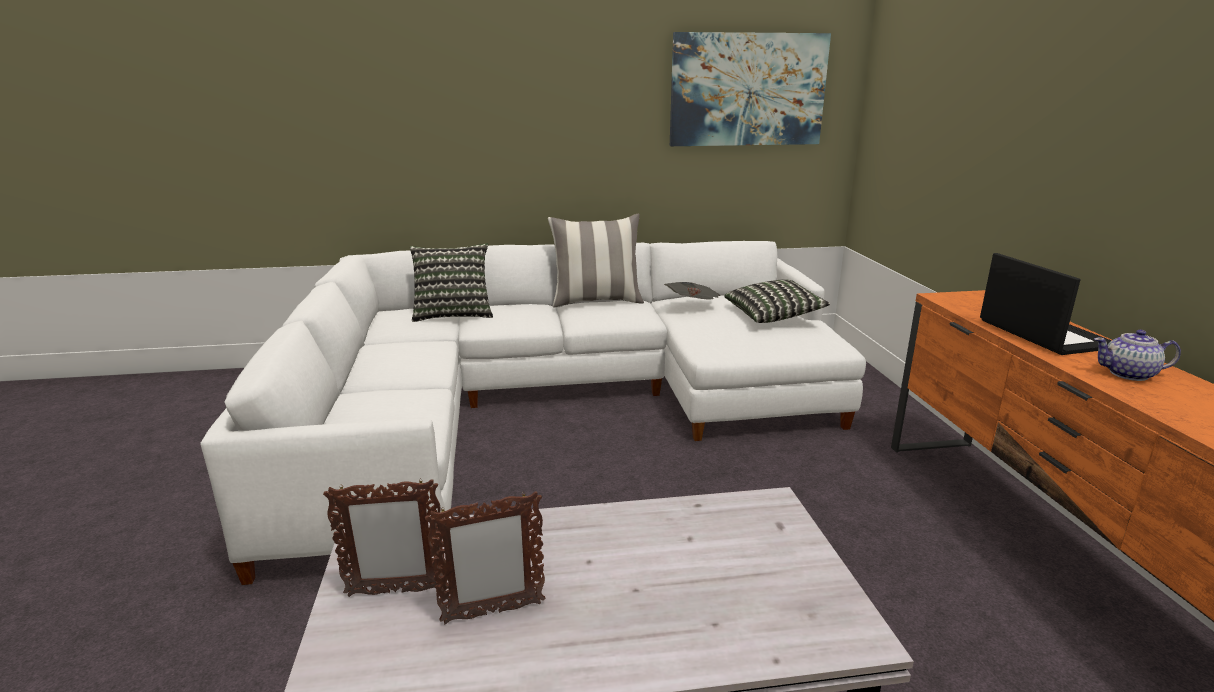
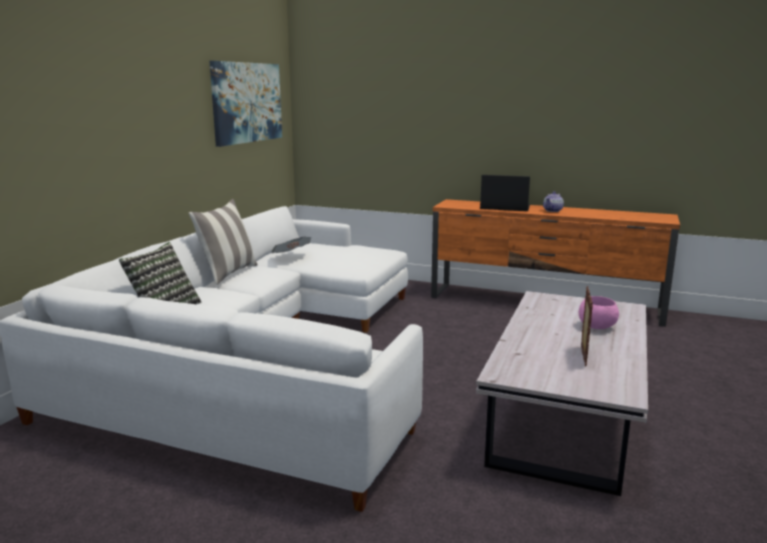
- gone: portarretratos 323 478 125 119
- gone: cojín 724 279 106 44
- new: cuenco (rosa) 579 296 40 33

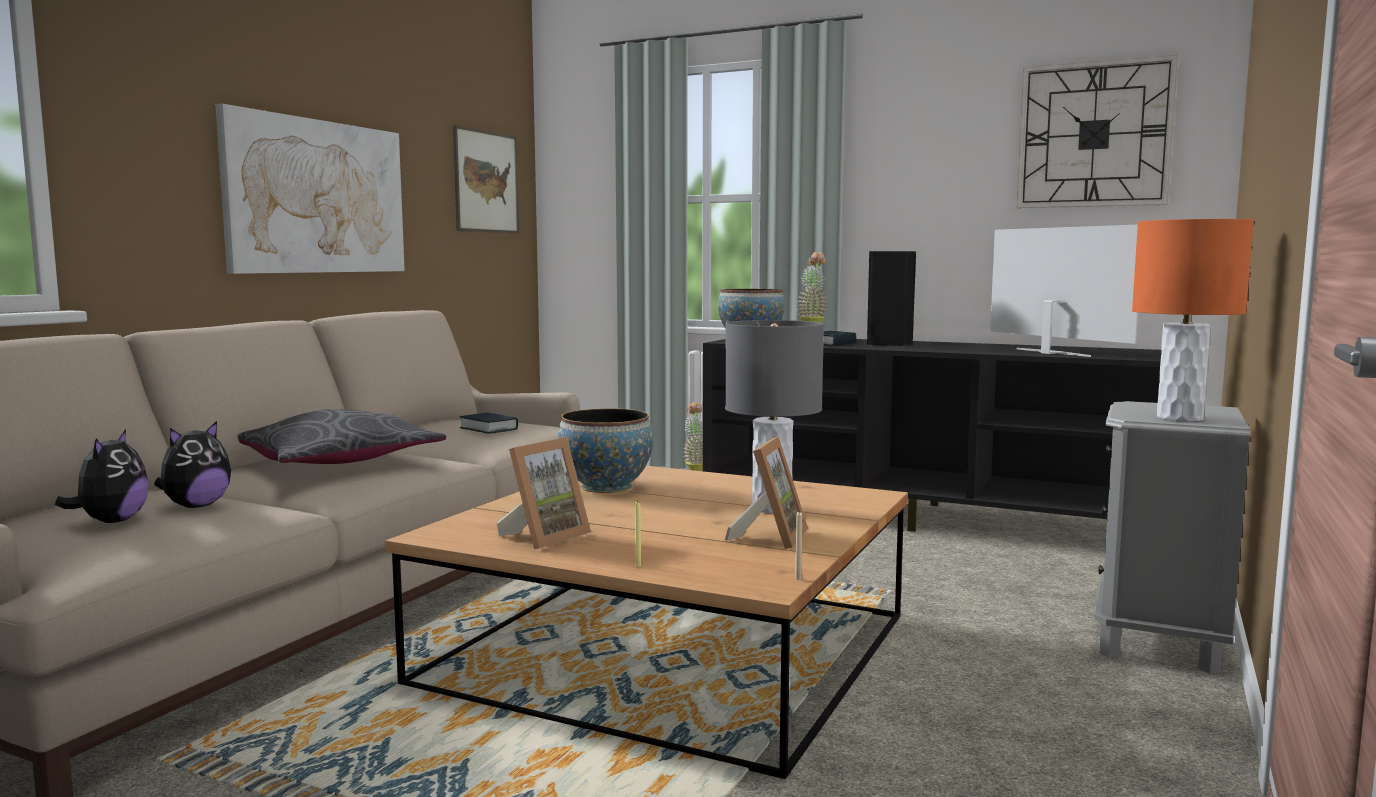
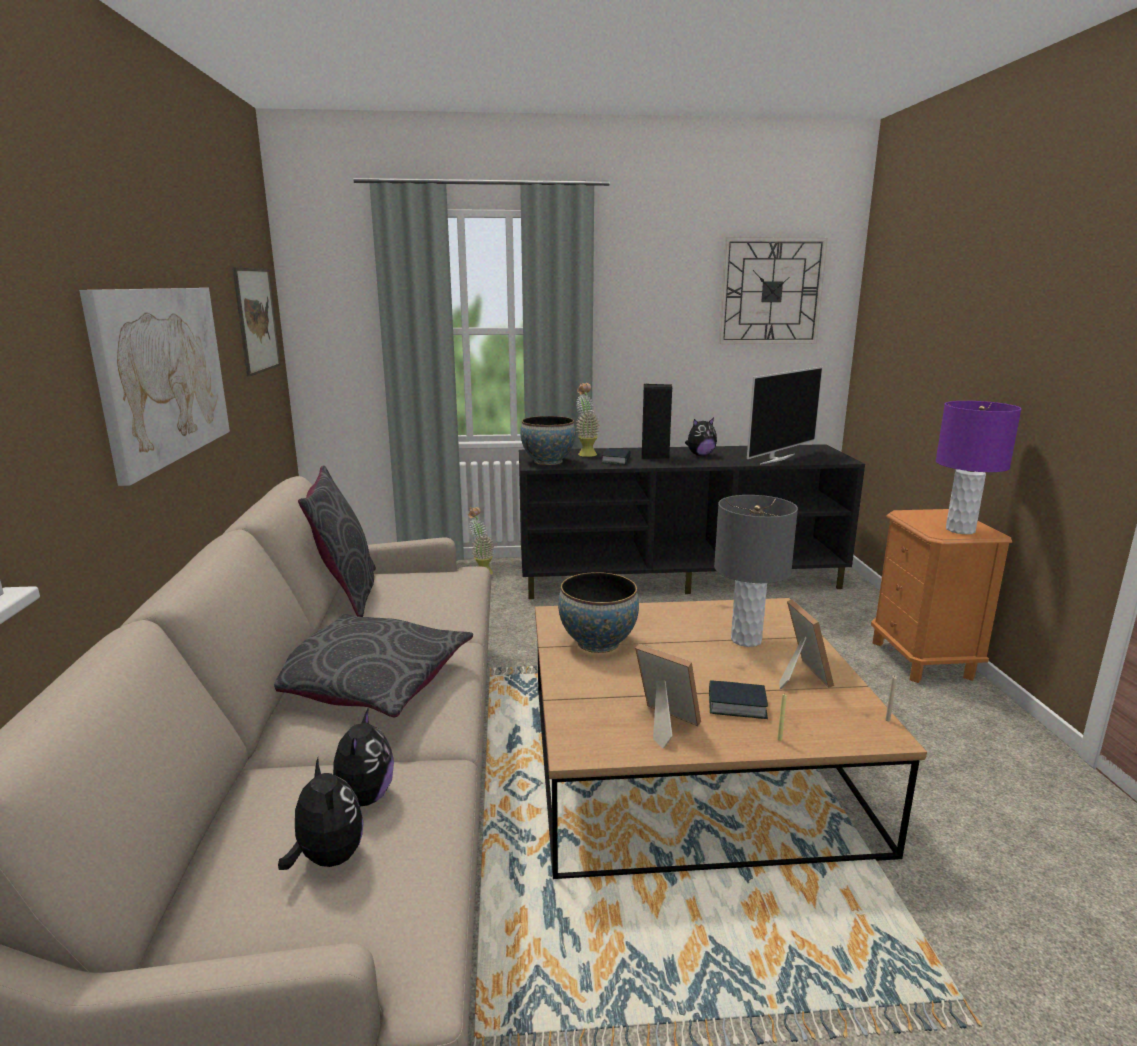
- shifted: libro 460 413 58 21 to 709 680 59 39
- rotated: portarretratos 496 437 95 112 = 635 644 66 105 60 degrees counterclockwise
- rotated: televisor 990 225 148 132 = 747 367 76 98 105 degrees clockwise
- repainted: mesita de noche (gris) 1094 401 156 273 to mesita de noche (naranja) 871 509 141 174
- repainted: lámpara de mesa (naranja) 1132 219 122 203 to lámpara de mesa (morado) 936 401 86 133
- new: cojín (gris) 298 466 78 151
- new: peluche 685 418 32 38

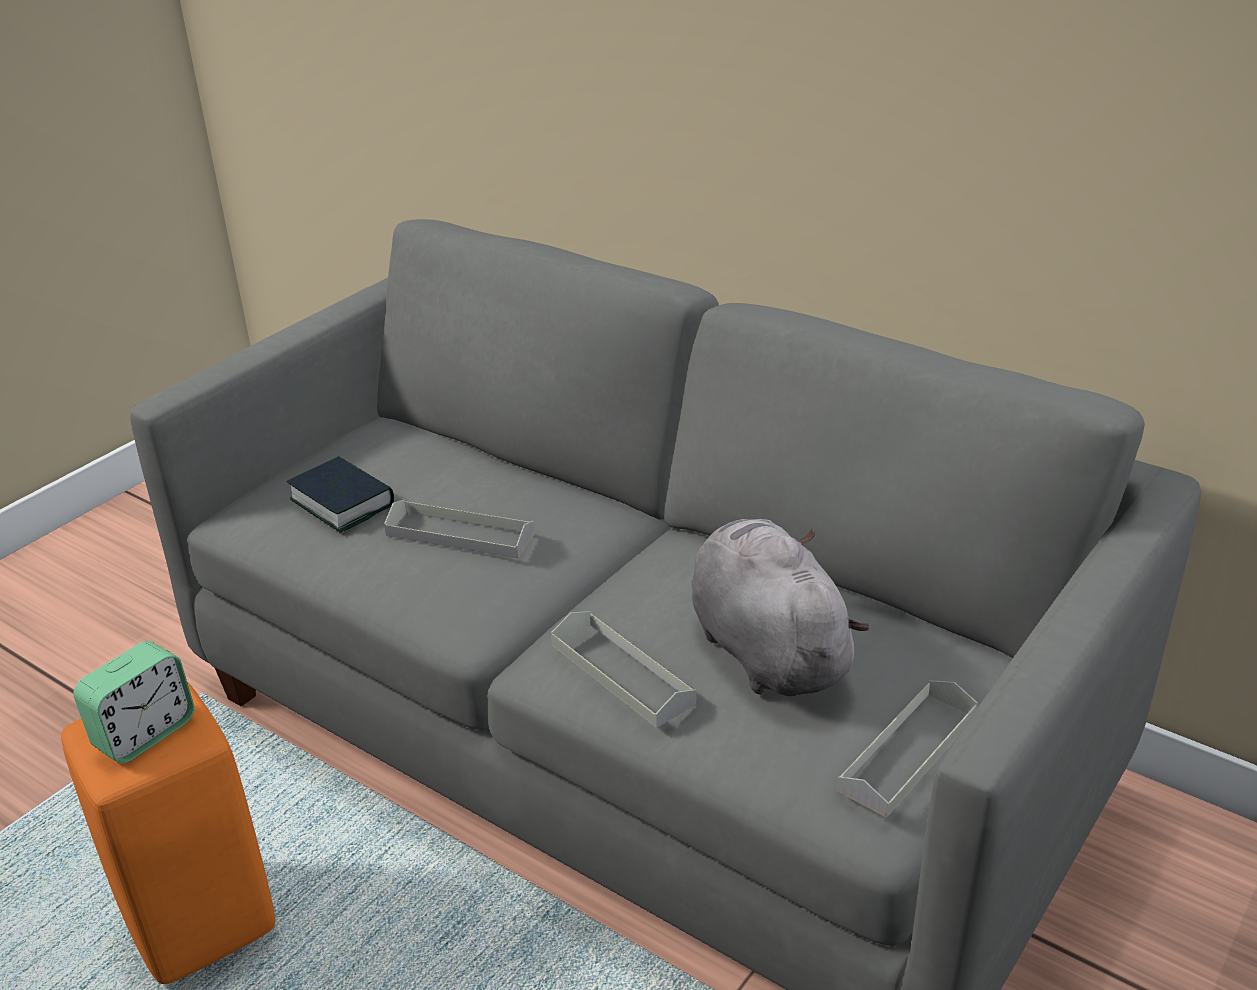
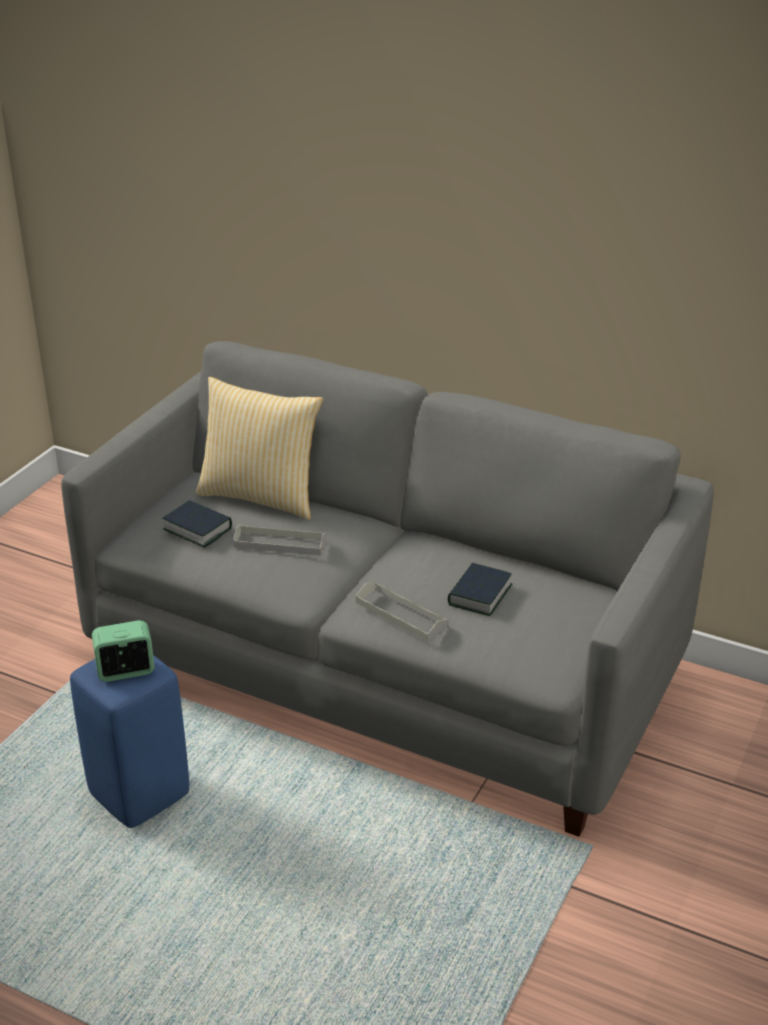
- repainted: taburete (naranja) 61 682 214 302 to taburete (azul) 70 655 119 173
- rotated: despertador 73 641 121 122 = 92 620 62 62 135 degrees counterclockwise
- swapped: peluche (gris) 691 519 178 177 to libro 448 563 64 53
- gone: bandeja (gris) 837 680 141 138
- new: cojín 196 377 127 143

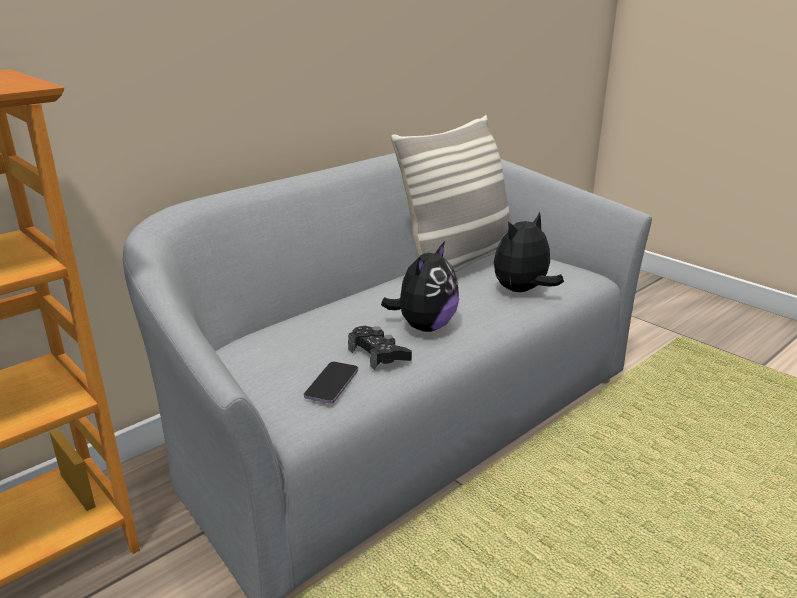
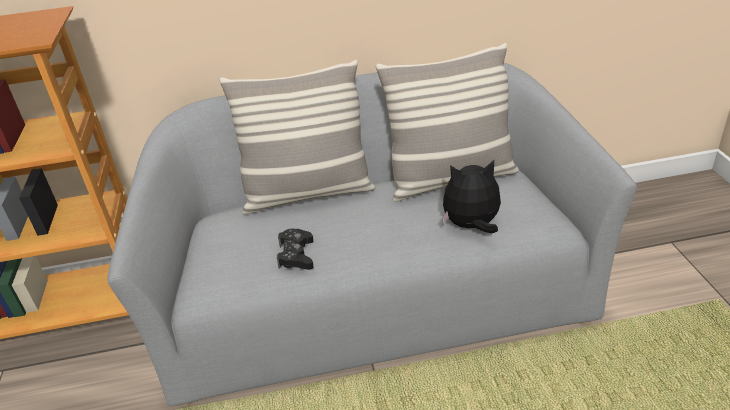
- gone: móvil 304 362 54 41
- gone: peluche 381 241 78 91
- new: cojín 219 60 156 155

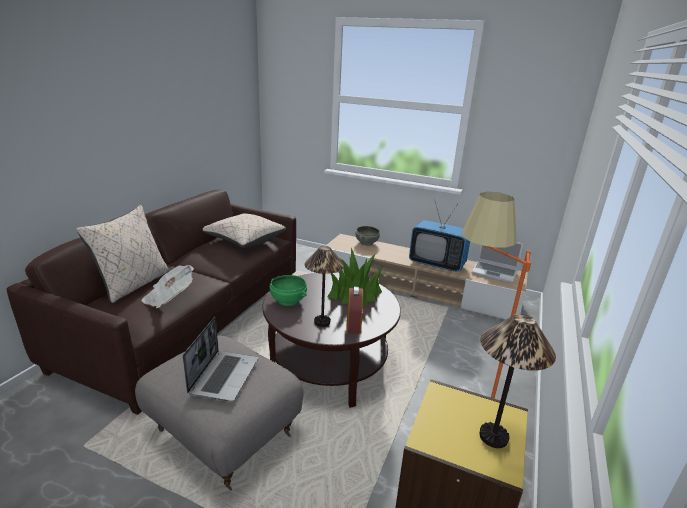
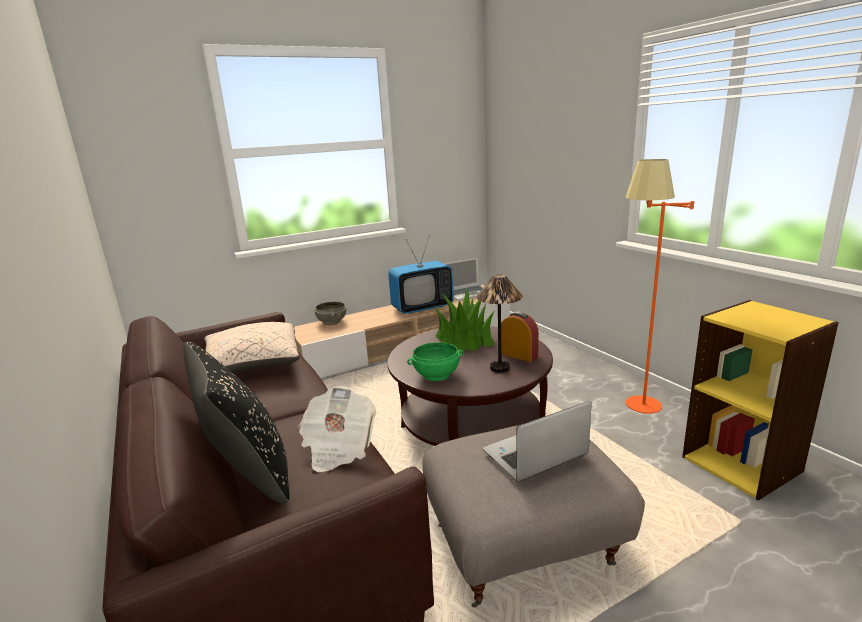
- repainted: cojín (beis) 76 205 93 98 to cojín (negro) 183 341 107 162
- rotated: portátil 183 317 75 85 = 483 401 109 81 75 degrees counterclockwise
- gone: lámpara de mesa 480 314 76 134

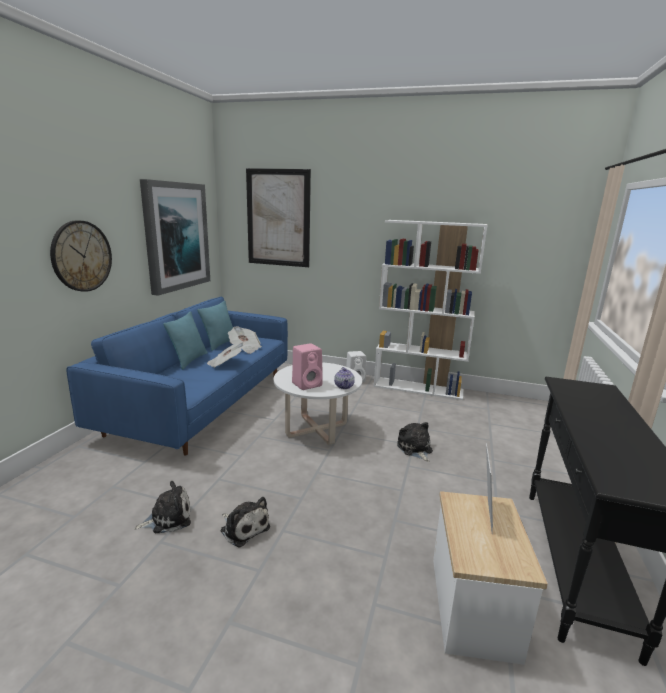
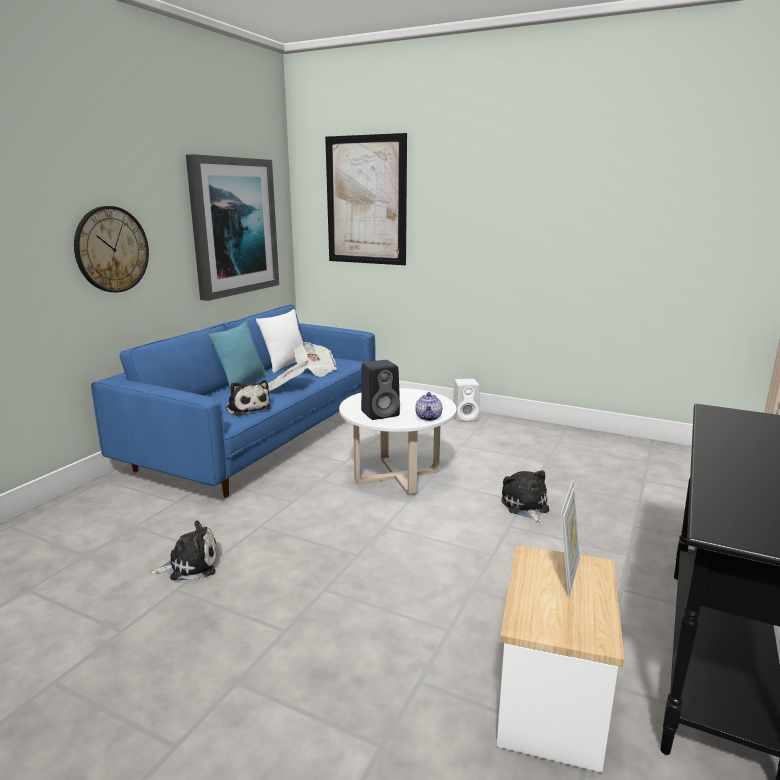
- repainted: cojín (turquesa) 197 301 36 50 to cojín (blanco) 256 309 48 64
- shifted: peluche 221 497 49 51 to 226 380 45 36
- repainted: altavoz (rosa) 292 343 31 47 to altavoz (negro) 361 360 39 60
- gone: estantería (blanco) 374 220 114 180

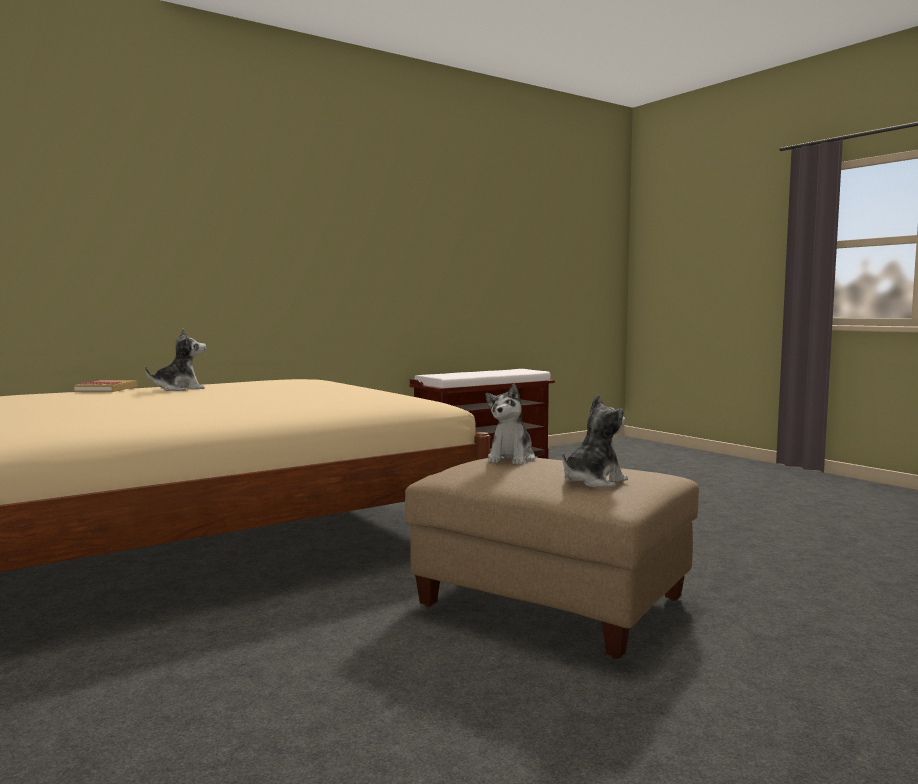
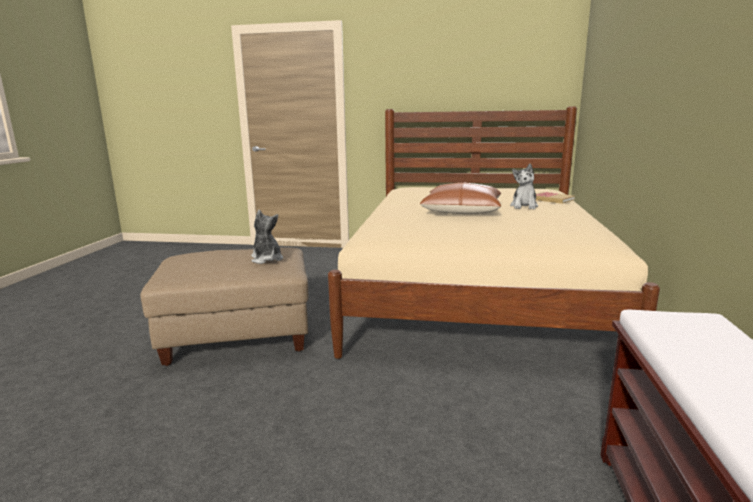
- gone: peluche 562 394 66 94
- new: cojín (marrón) 420 182 81 32

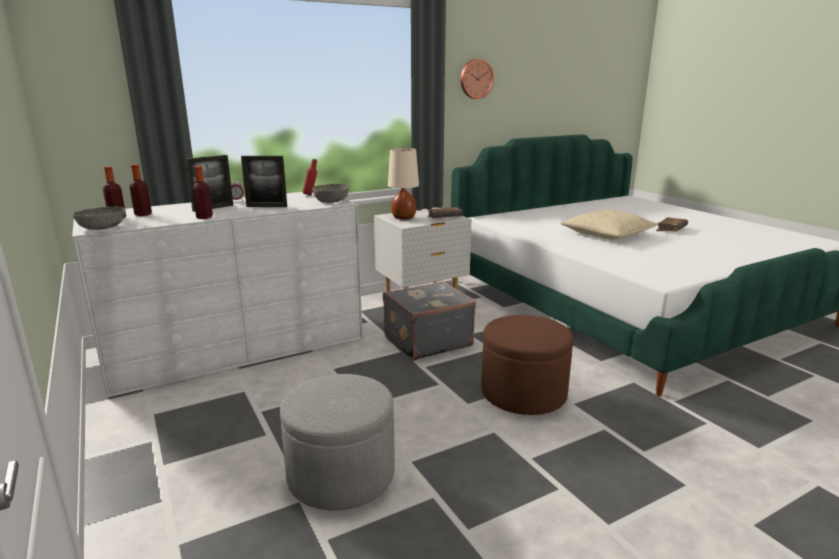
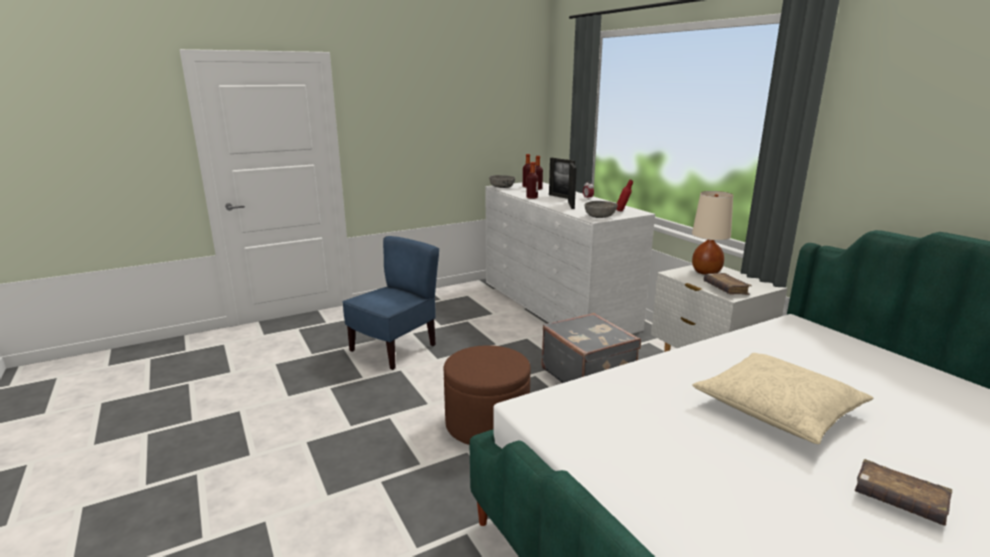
- swapped: puf (gris) 280 374 115 136 to silla (azul) 343 236 96 134
- gone: reloj de pared 460 59 34 40

